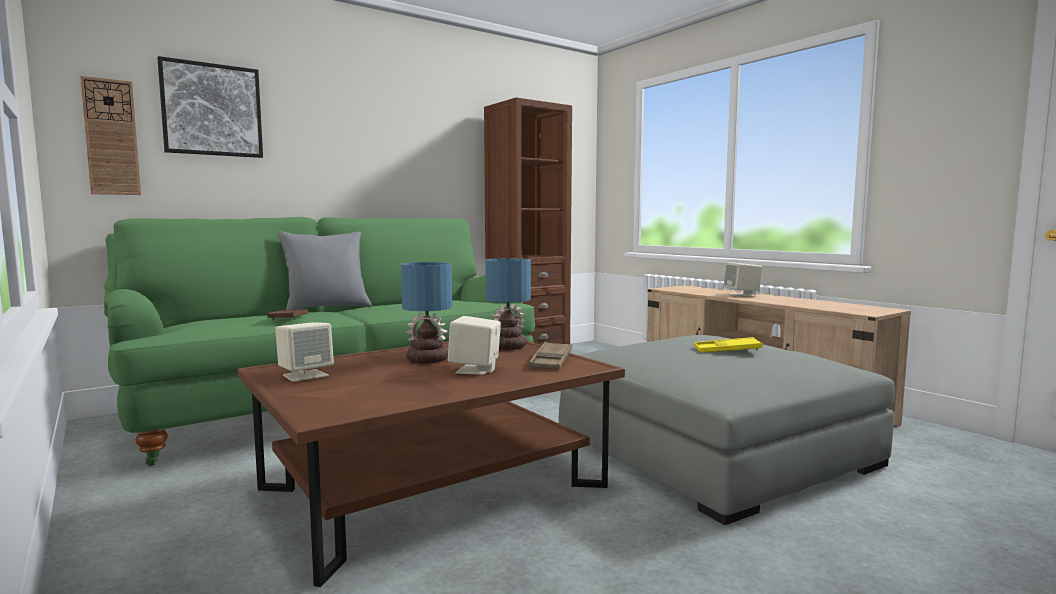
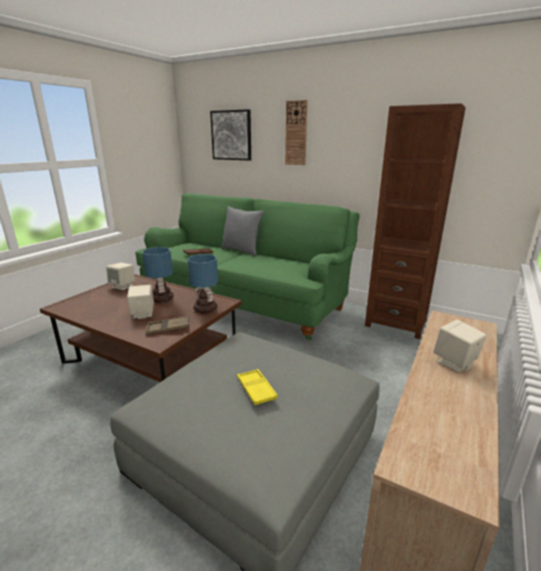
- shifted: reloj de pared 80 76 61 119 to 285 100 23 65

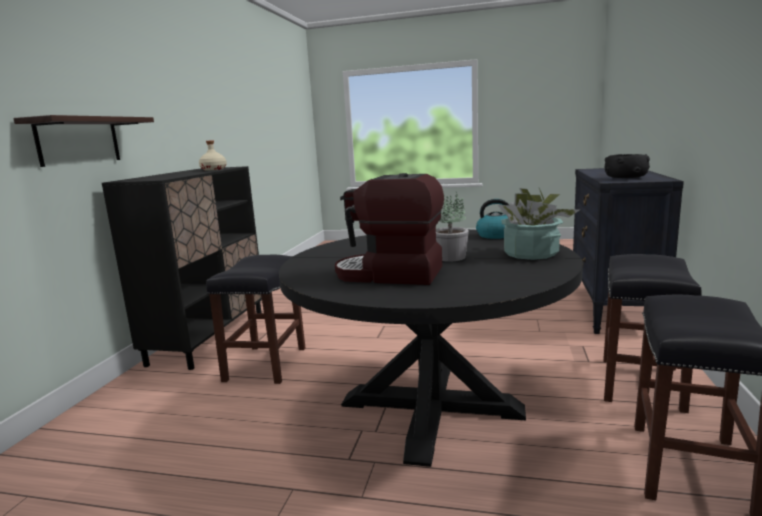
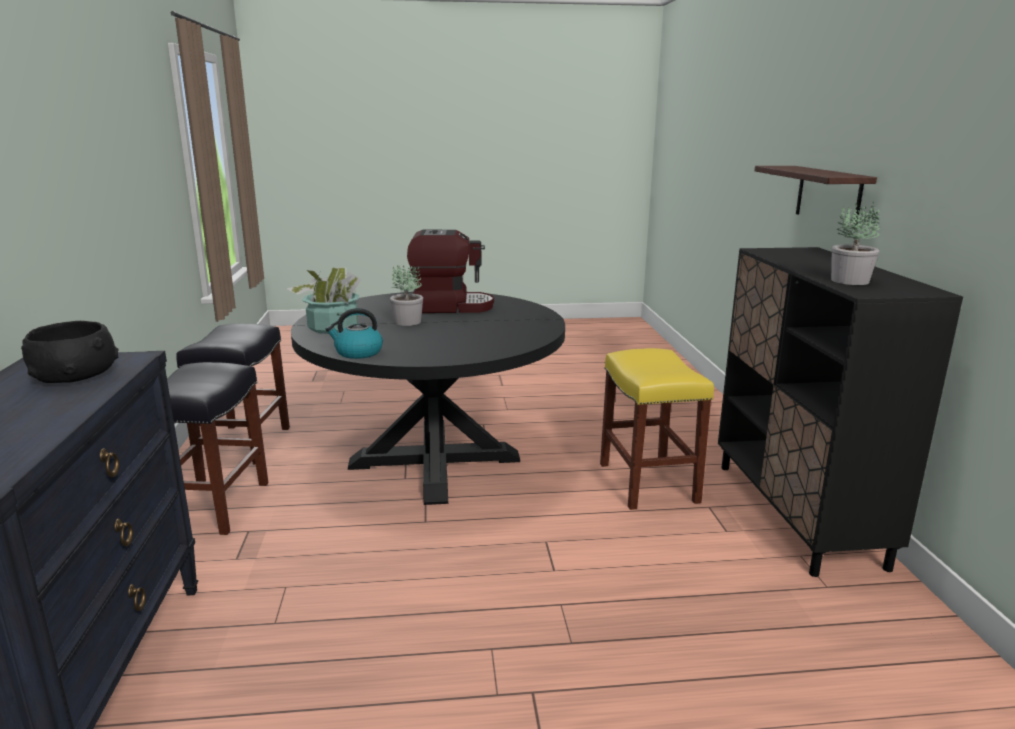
- swapped: botella (beis) 199 140 28 31 to planta en maceta 831 203 49 82
- repainted: taburete (negro) 206 254 99 130 to taburete (amarillo) 600 348 114 162

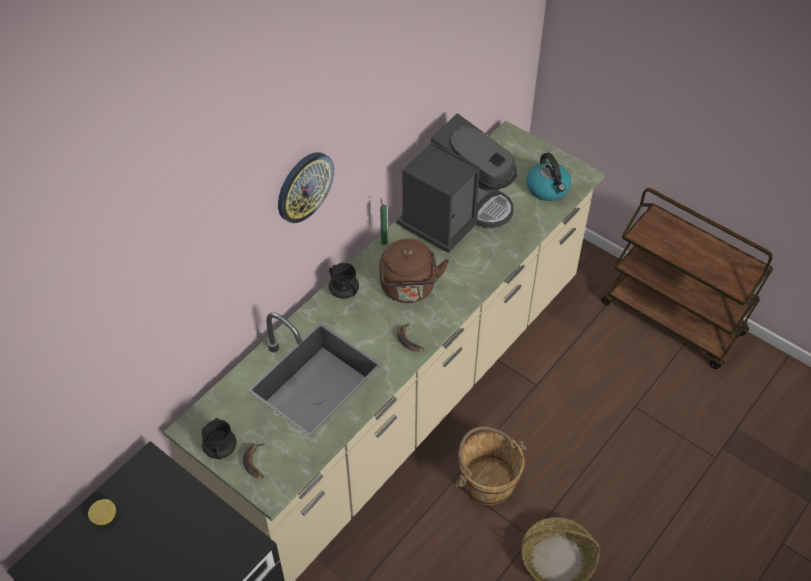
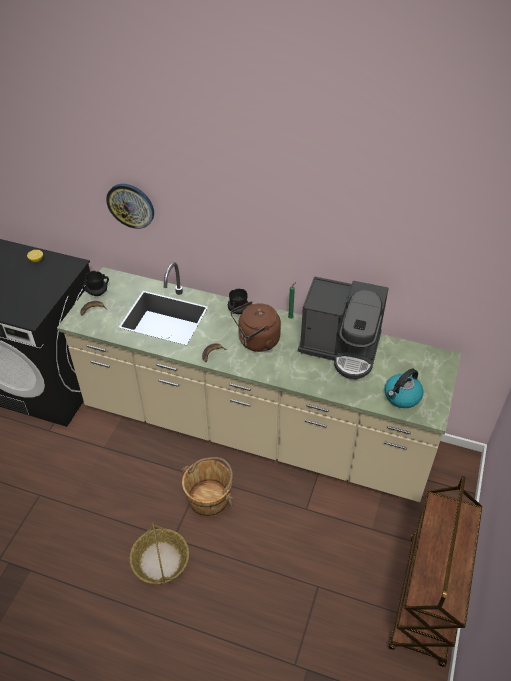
- shifted: reloj de pared 278 152 56 71 to 106 184 48 45

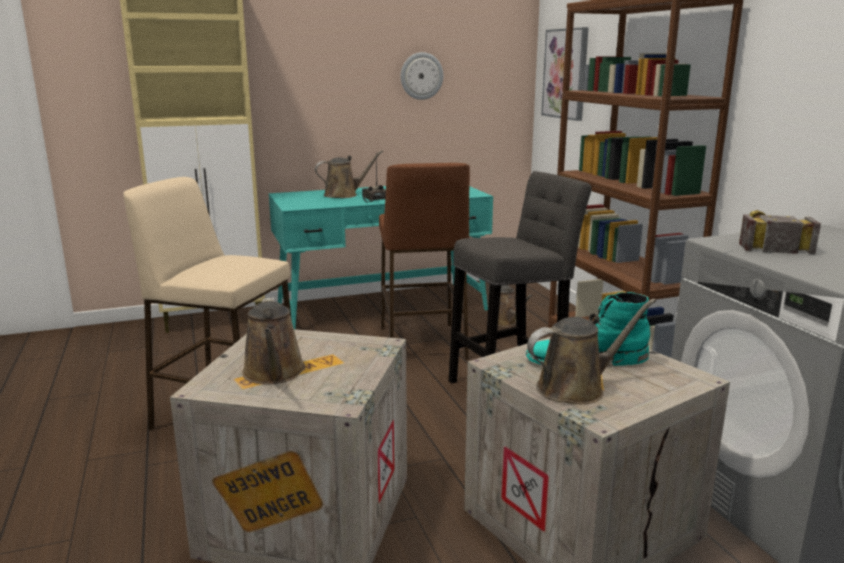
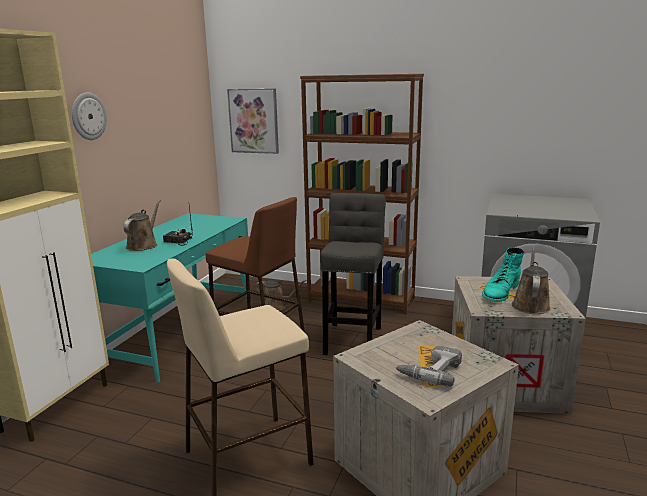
- swapped: regadera (marrón) 242 297 63 87 to taladro 395 345 67 42
- shifted: reloj de pared 401 52 42 48 to 72 92 35 48
- gone: martillo 739 210 82 44

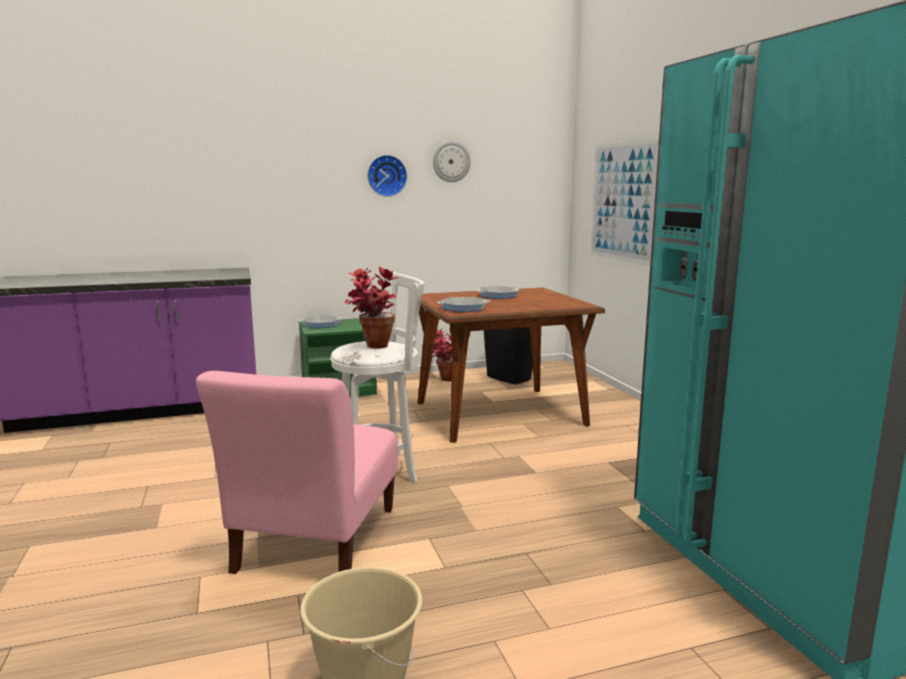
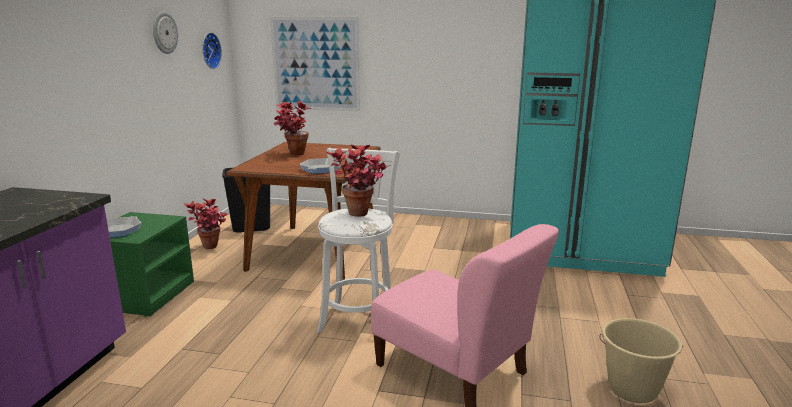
- shifted: reloj de pared 367 155 40 42 to 203 32 19 37
- swapped: sartén 477 286 43 13 to planta en maceta 273 100 38 55

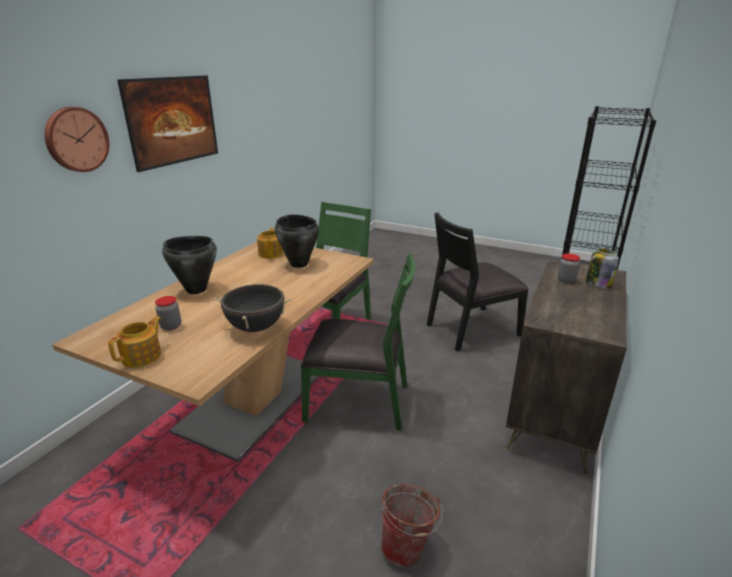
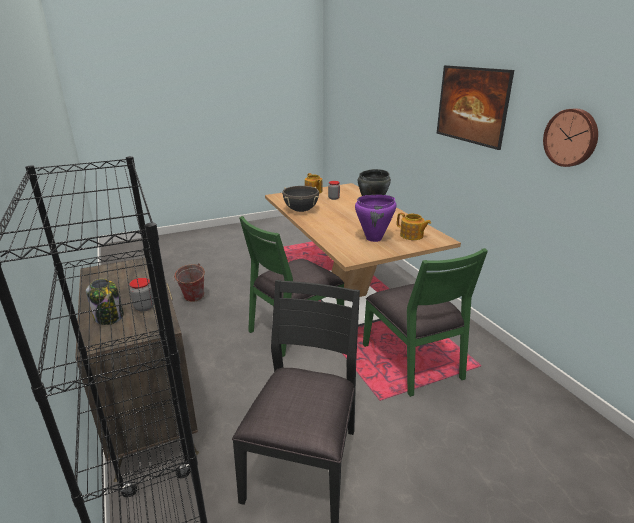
- shifted: reloj de pared 44 107 65 65 to 543 108 55 59
- repainted: olla (negro) 275 214 44 54 to olla (morado) 355 195 41 47

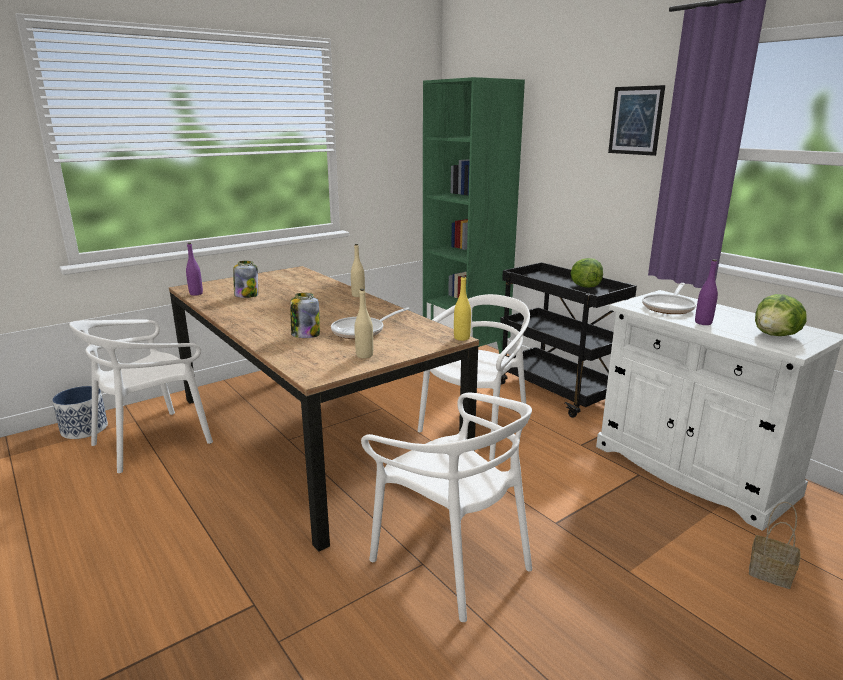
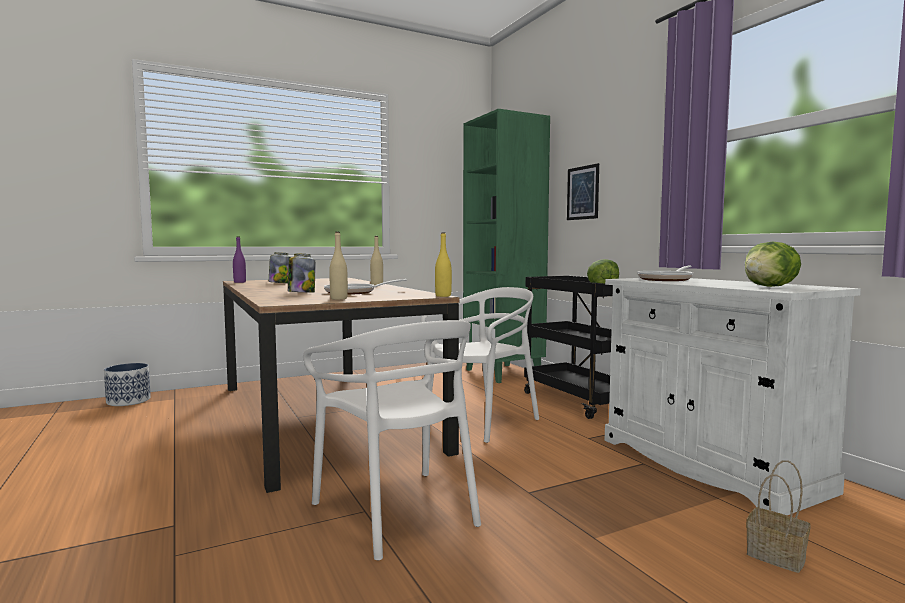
- gone: silla (blanco) 69 319 144 154
- shifted: cuadro 608 85 57 71 to 567 163 32 57
- gone: botella (morado) 695 259 23 66

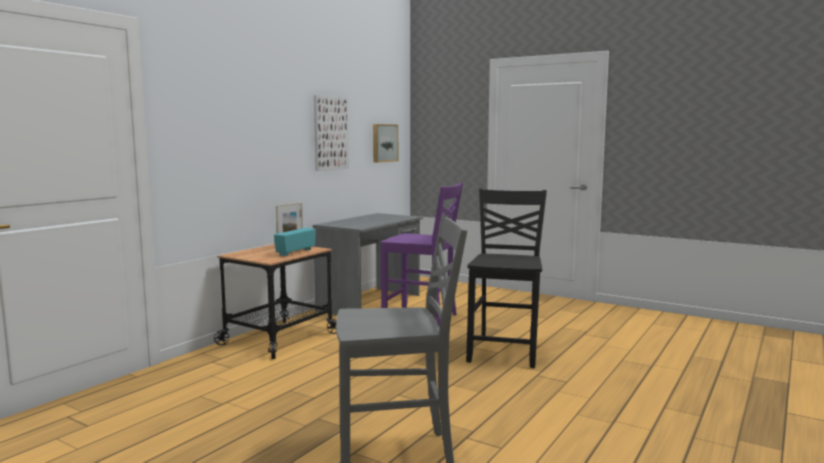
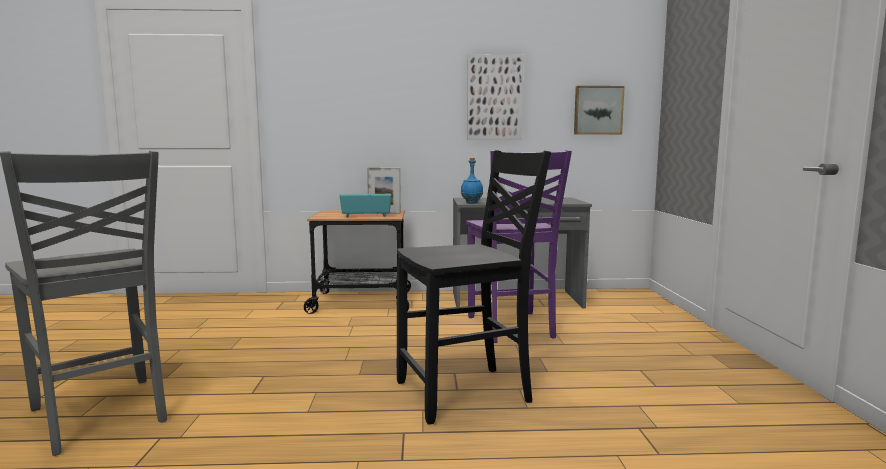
- new: botella (azul) 461 158 22 46

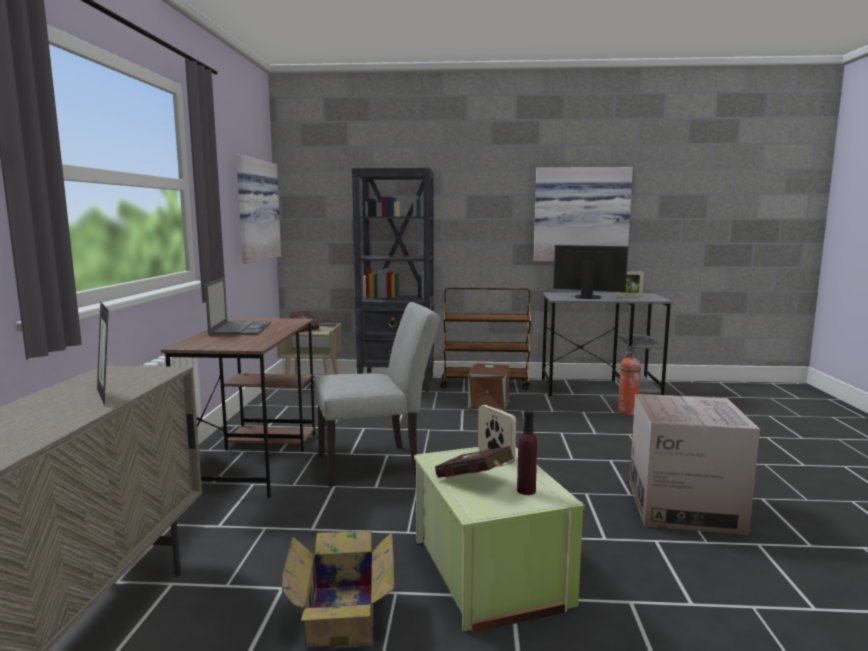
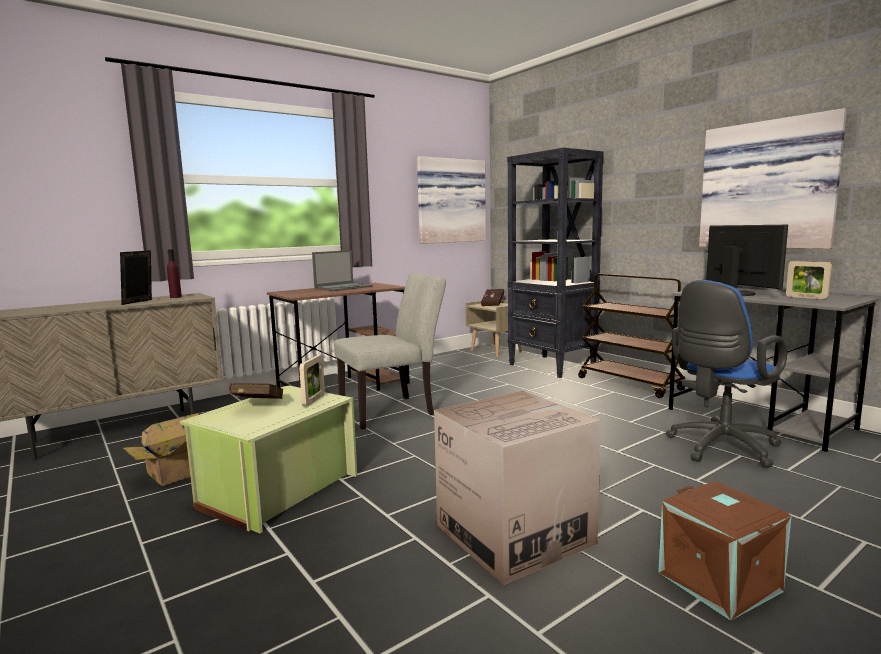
- rotated: silla (gris) 314 302 126 185 = 334 273 112 156 60 degrees counterclockwise
- shifted: caja de almacenaje (marrón) 468 363 42 49 to 658 481 133 140
- shifted: botella (morado) 517 410 20 85 to 167 249 15 49
- swapped: extintor 618 346 23 69 to silla de oficina (azul) 666 280 121 188

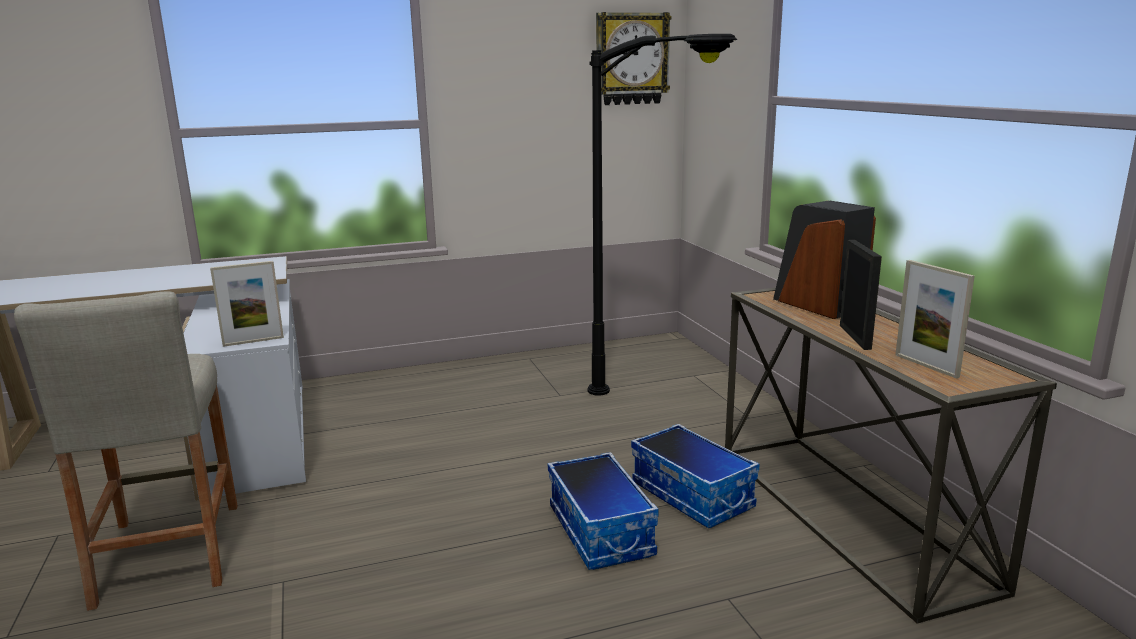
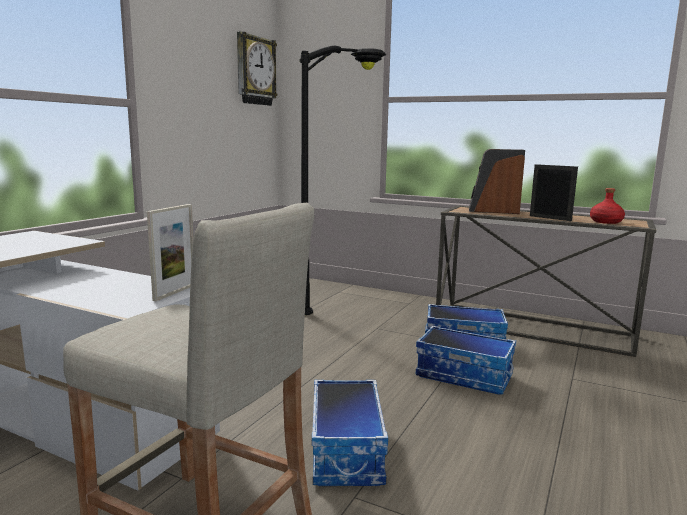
- swapped: portarretratos 895 260 80 119 to botella (rojo) 590 188 35 36
- new: caja de almacenaje 312 380 76 106

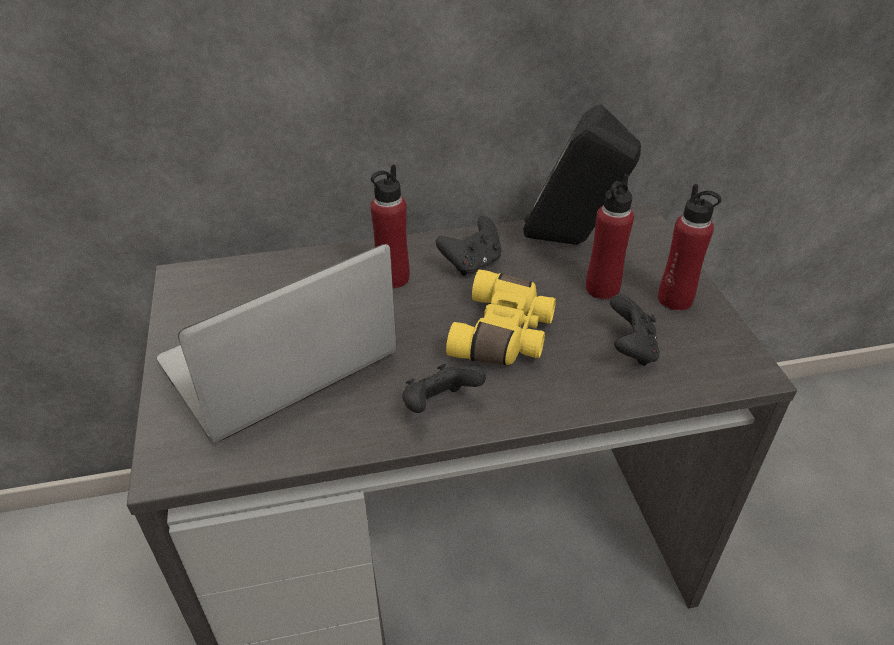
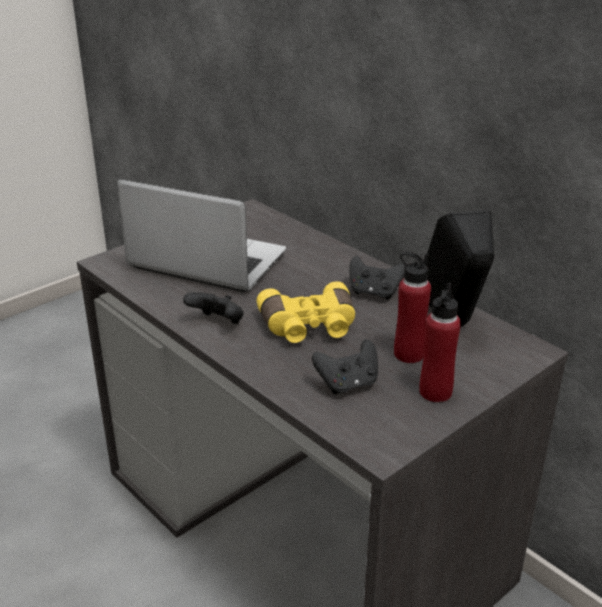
- gone: botella (rojo) 370 165 40 123

